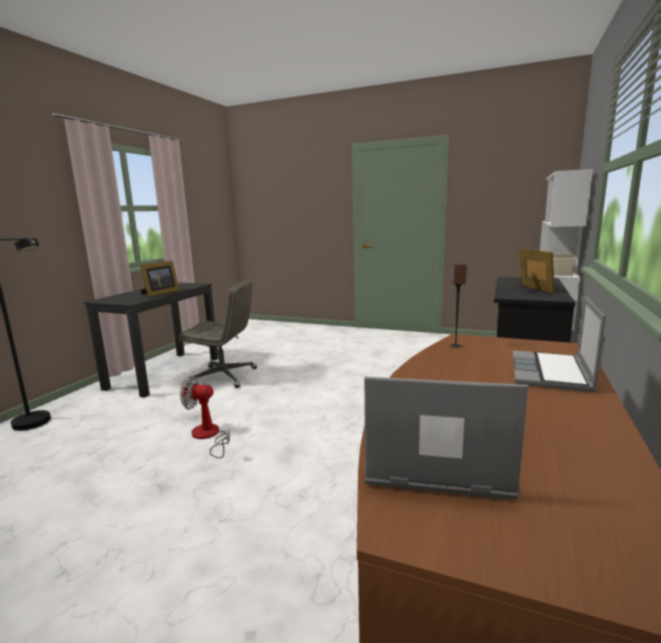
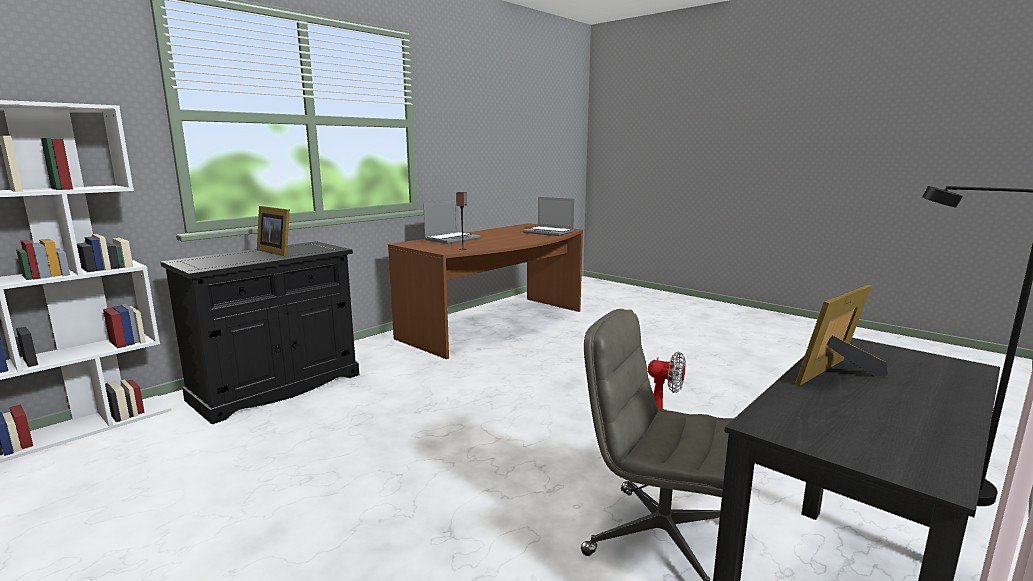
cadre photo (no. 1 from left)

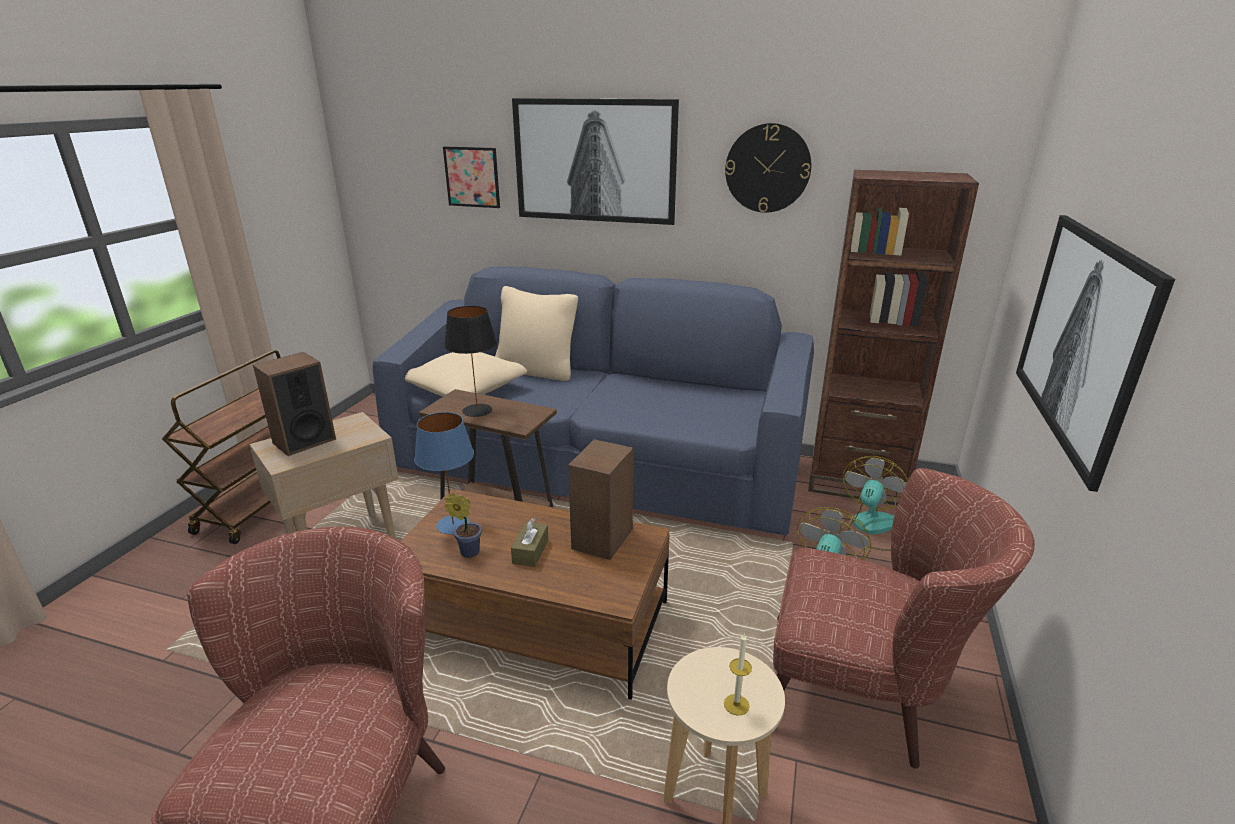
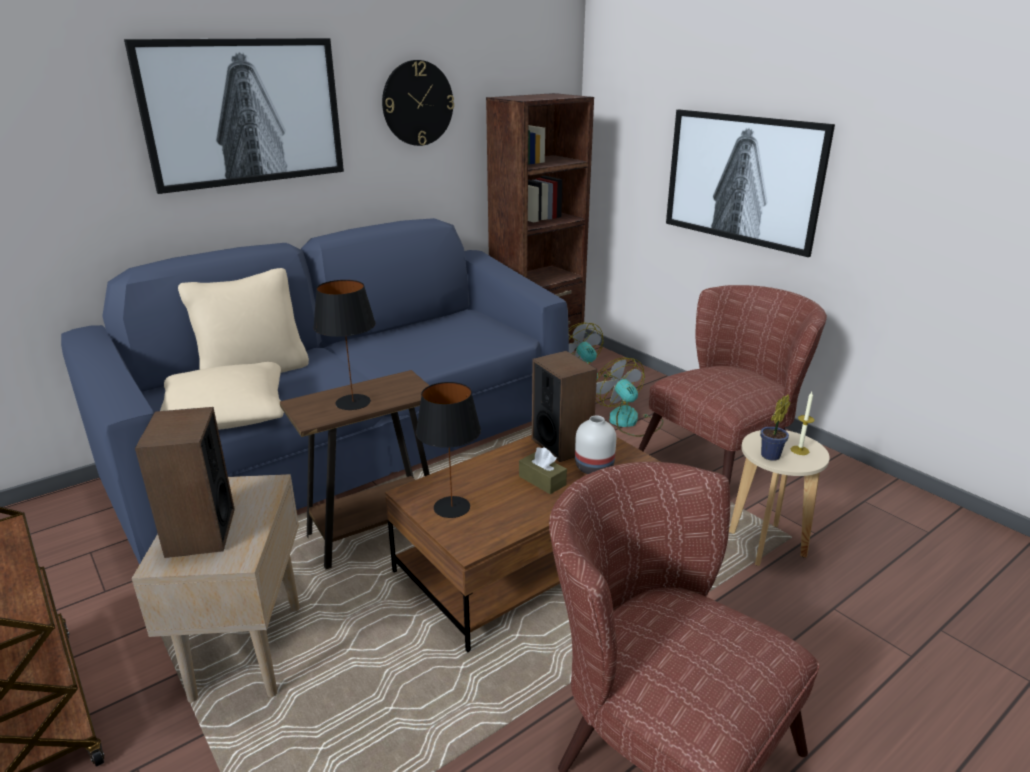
lampe de table [noir] (no. 2 from left); vase [blanc]; plante en pot; tableau (no. 1 from left in the first image)

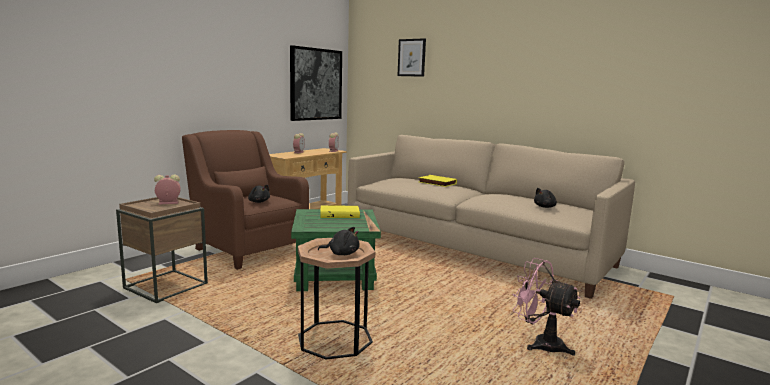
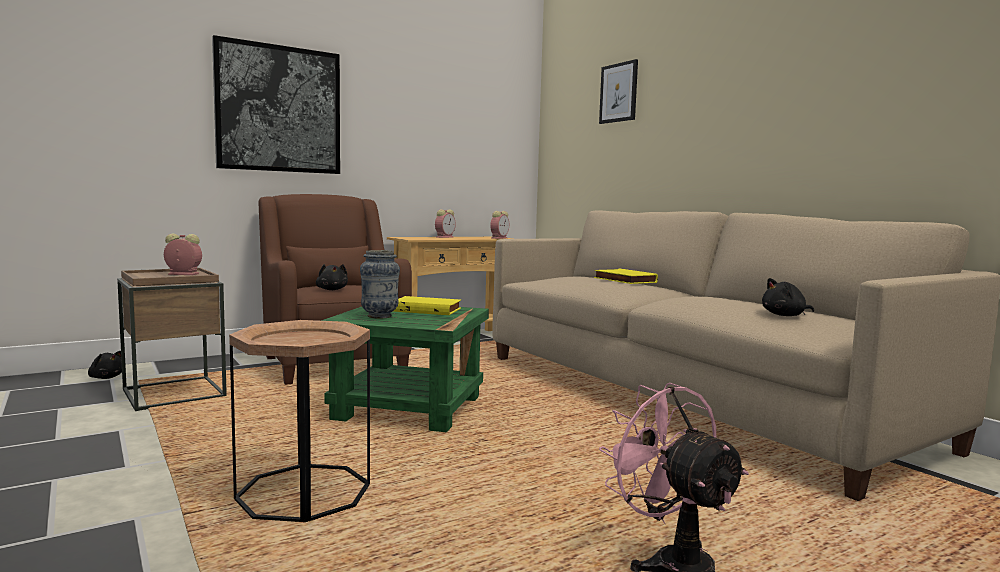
peluche [noir] (no. 1 from left); tableau (no. 1 from left); vase

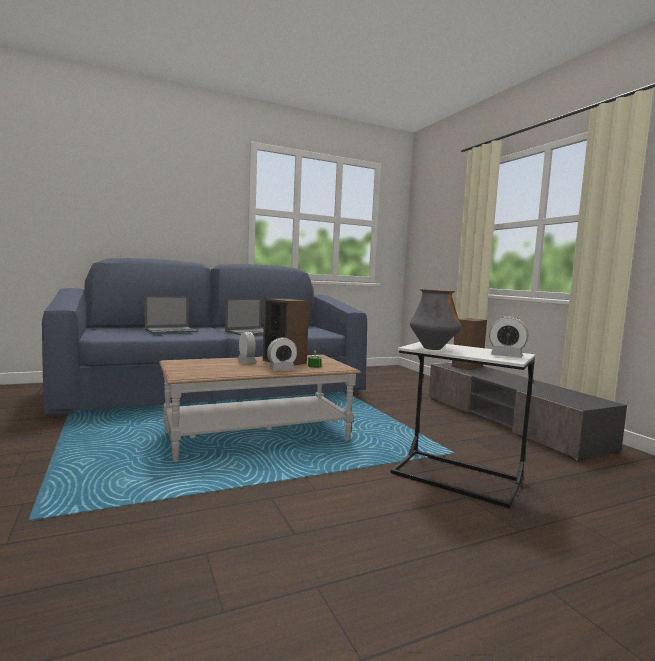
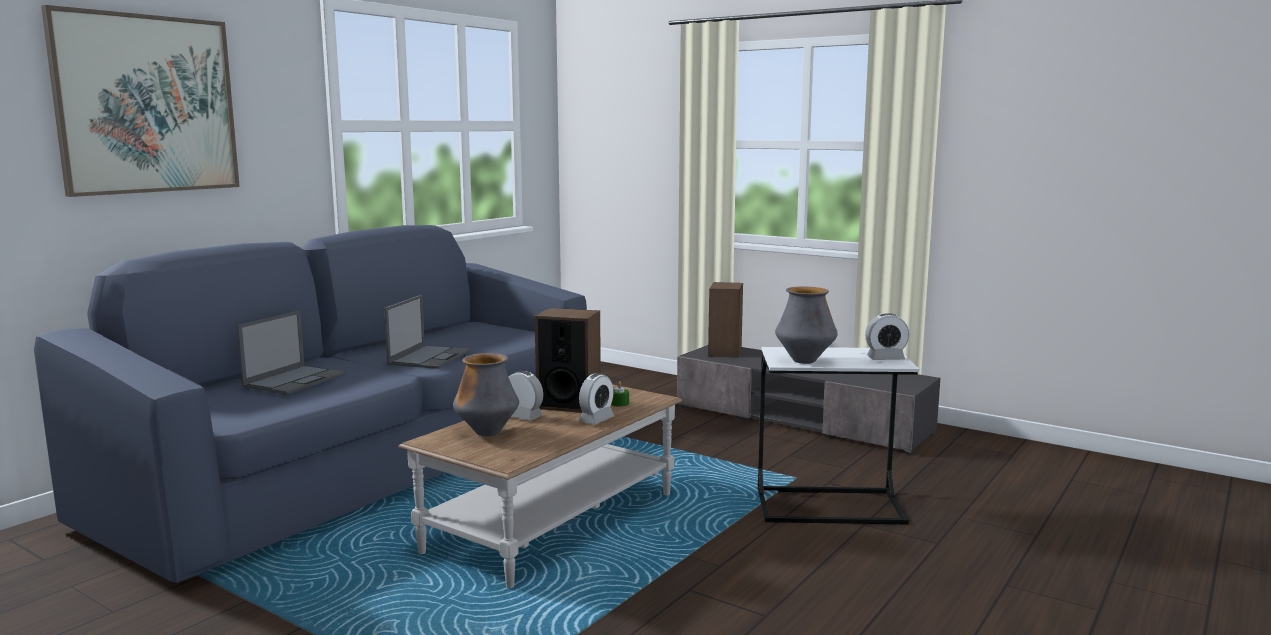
tableau; vase (no. 1 from left)

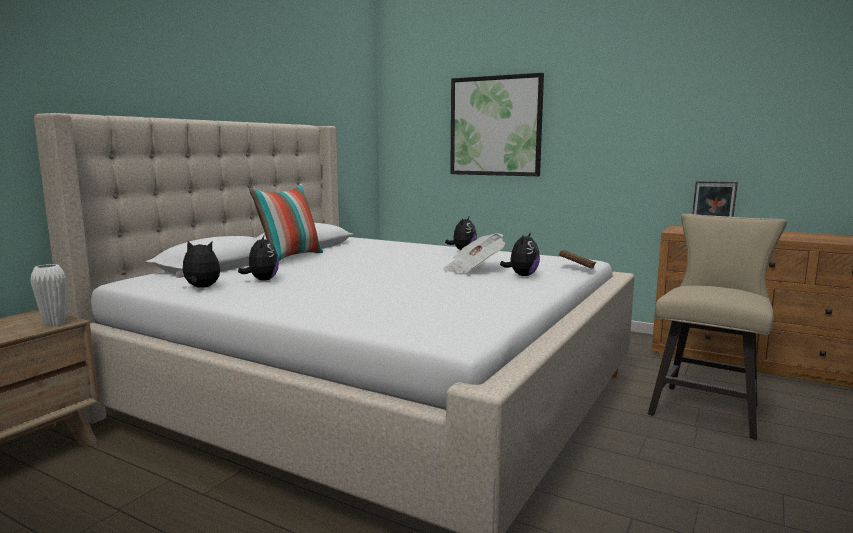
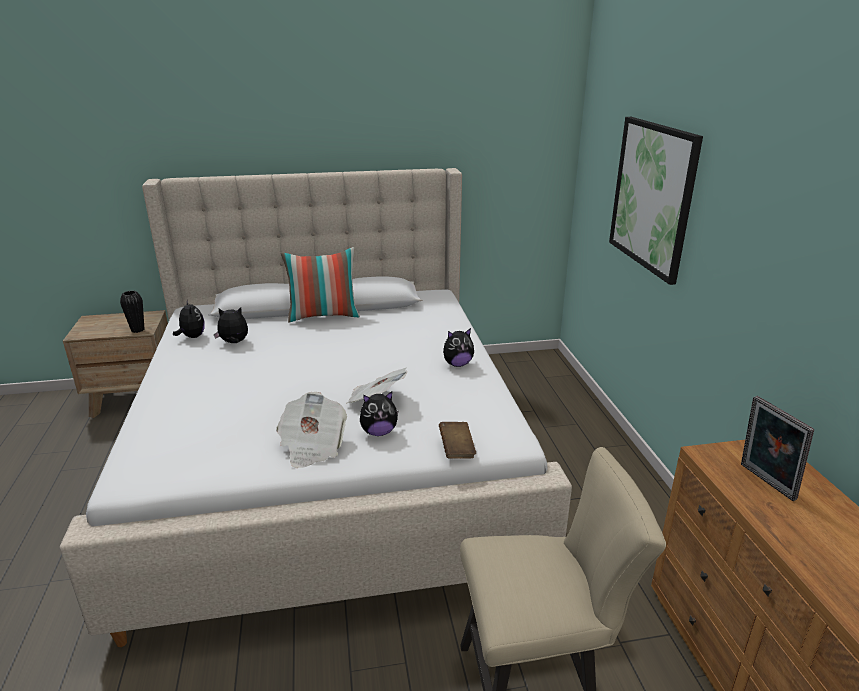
vase [noir]; peluche (no. 2 from left); journal (no. 1 from left)

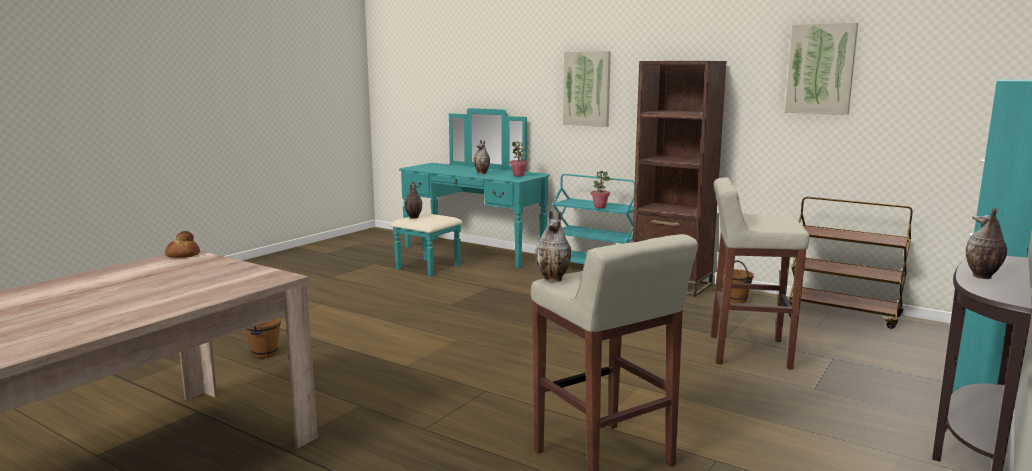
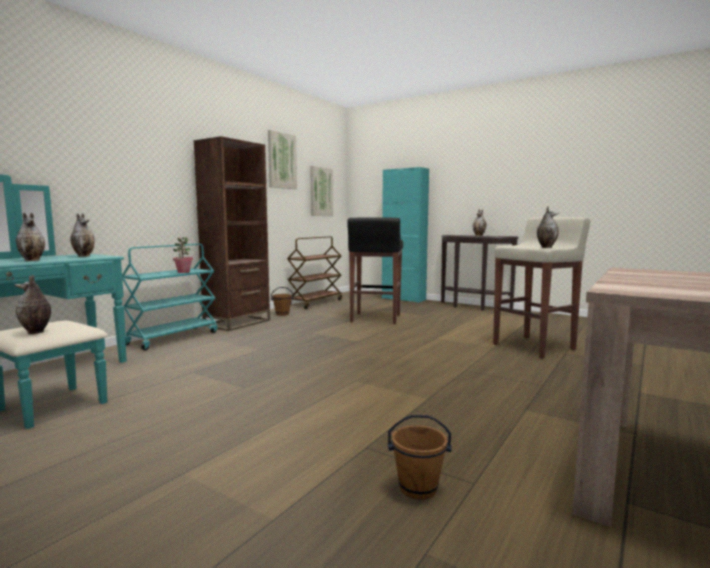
vase (no. 3 from left); tableau (no. 2 from left); tabouret [noir]; pain

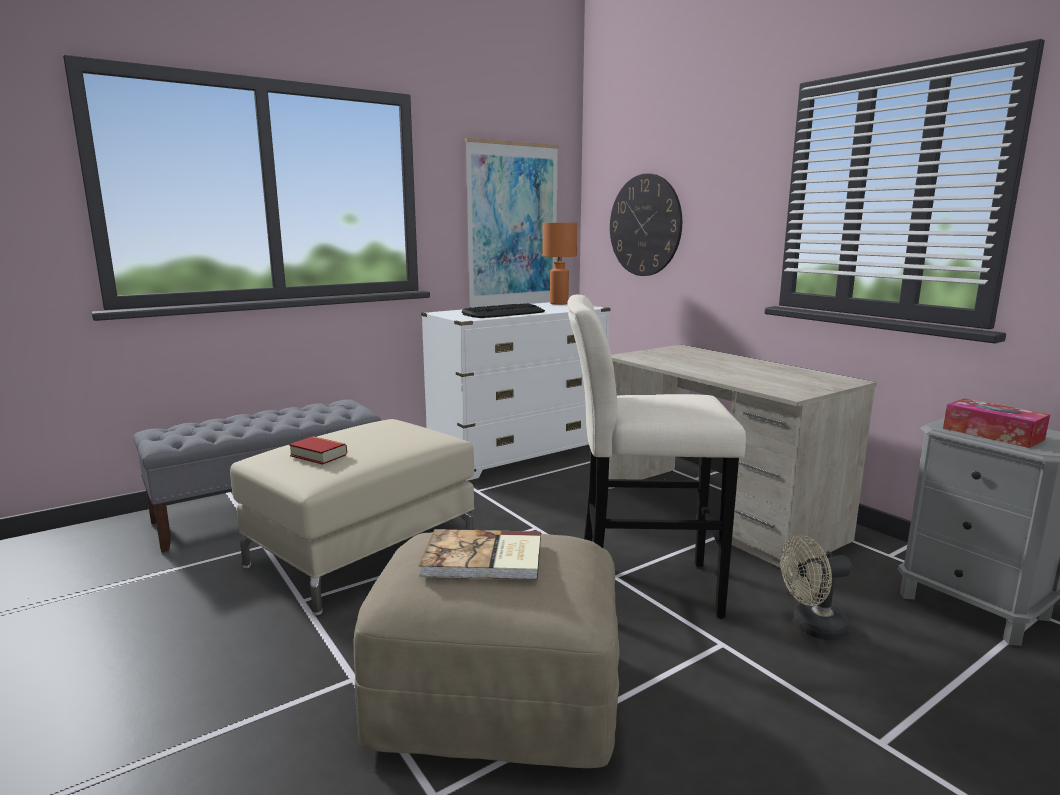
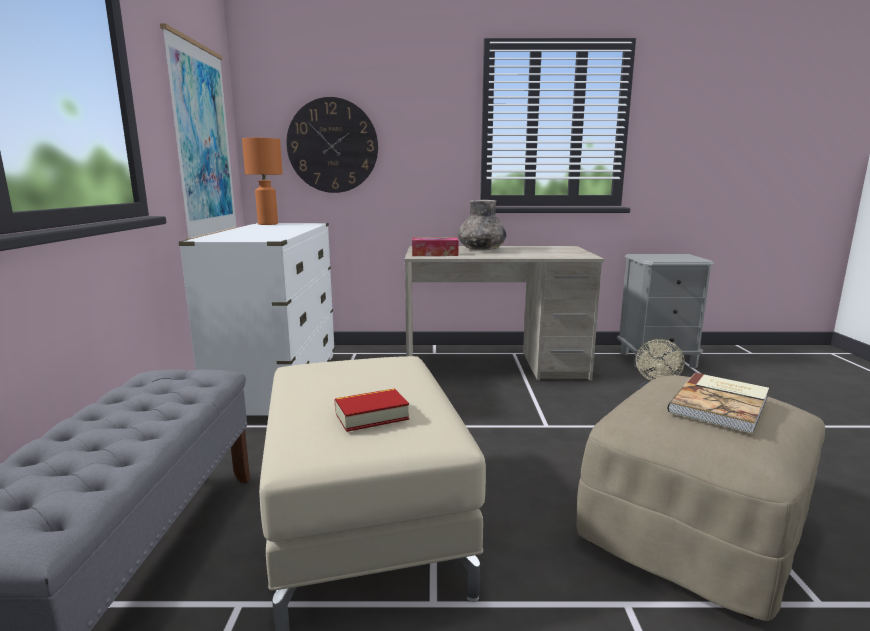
boîte à mouchoirs; vase [gris]; clavier; tabouret [beige]

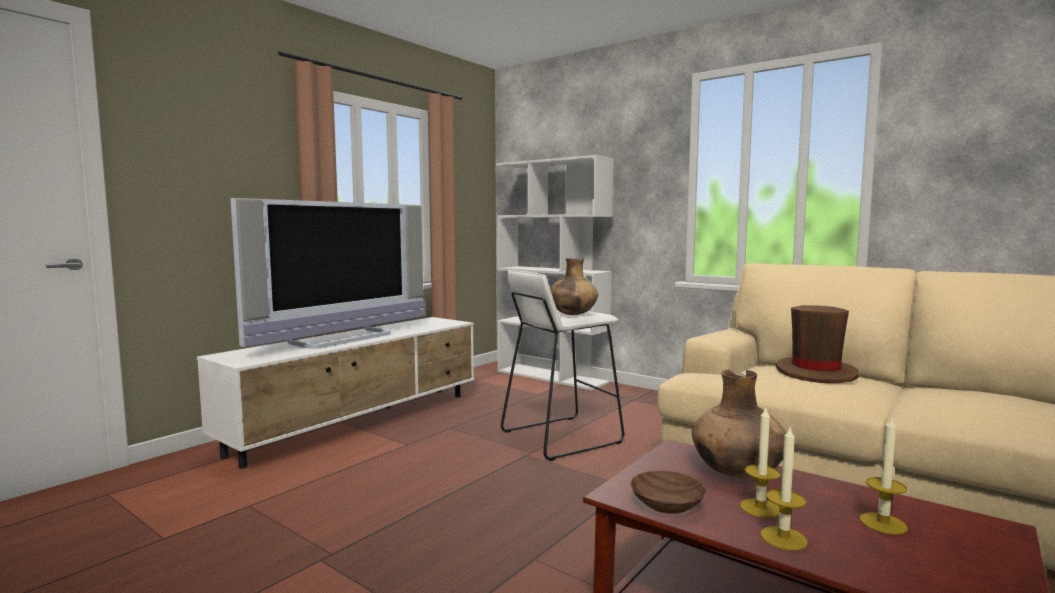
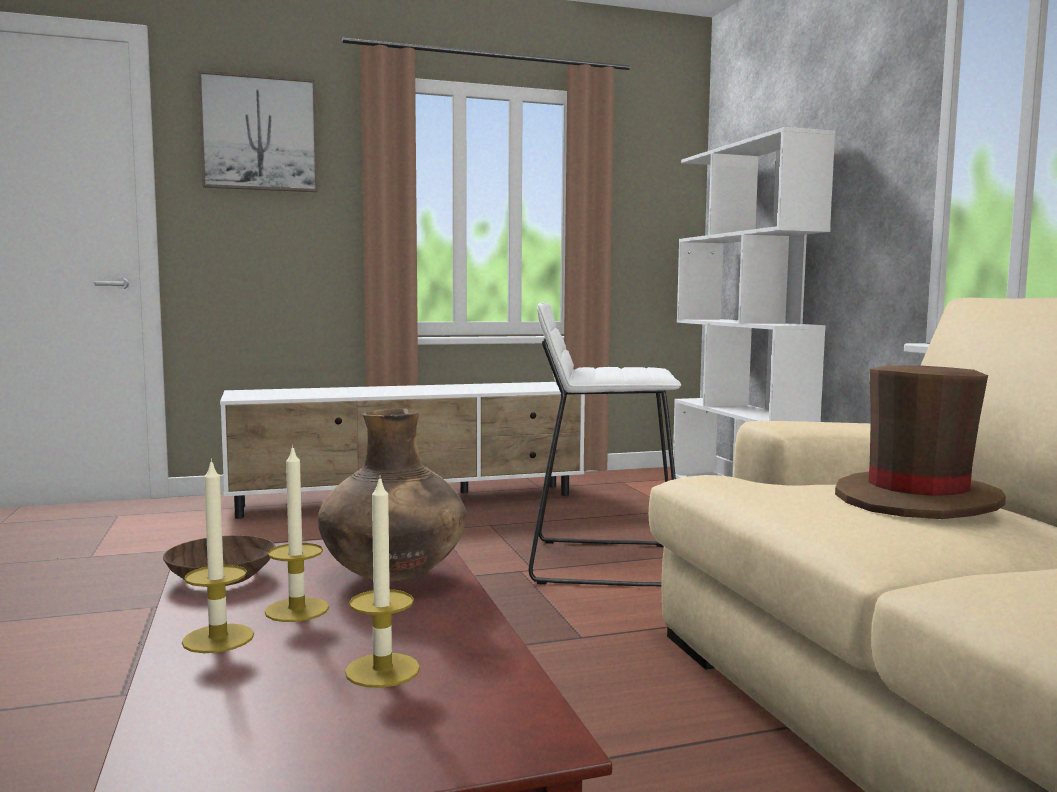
tableau; téléviseur; vase [marron] (no. 1 from left in the first image)

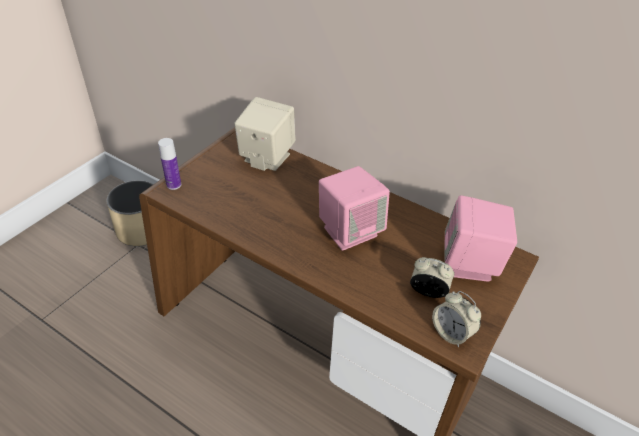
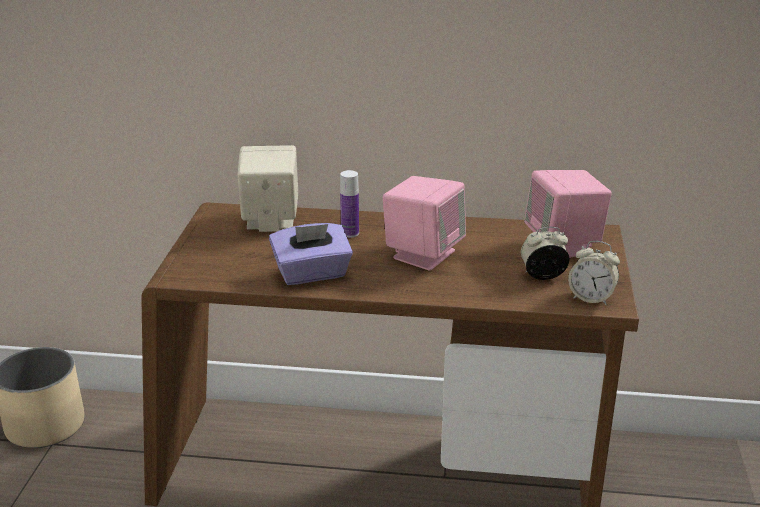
boîte à mouchoirs [violet]; bouteille

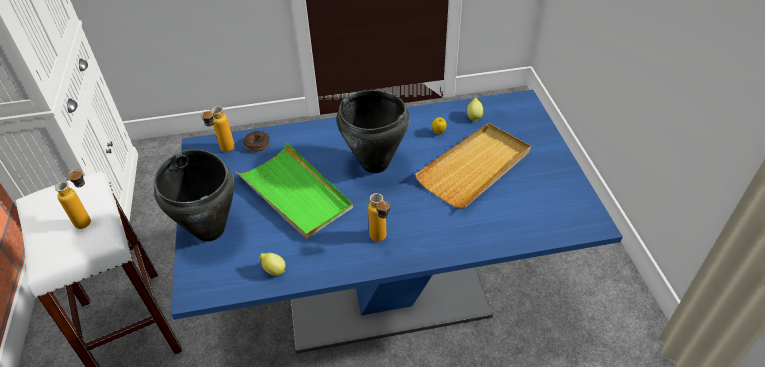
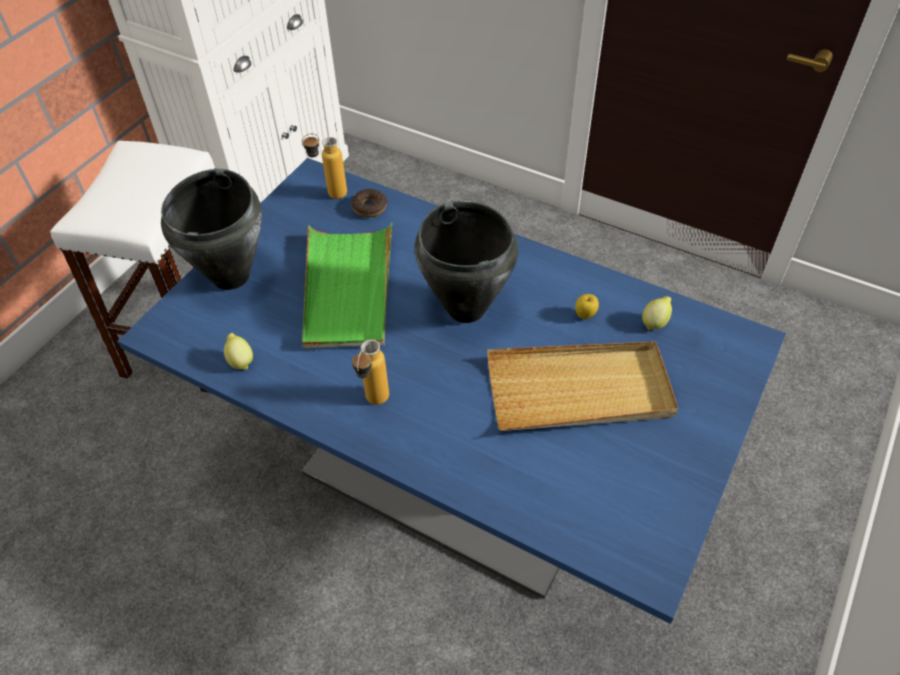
bouteille (no. 1 from left in the first image)

